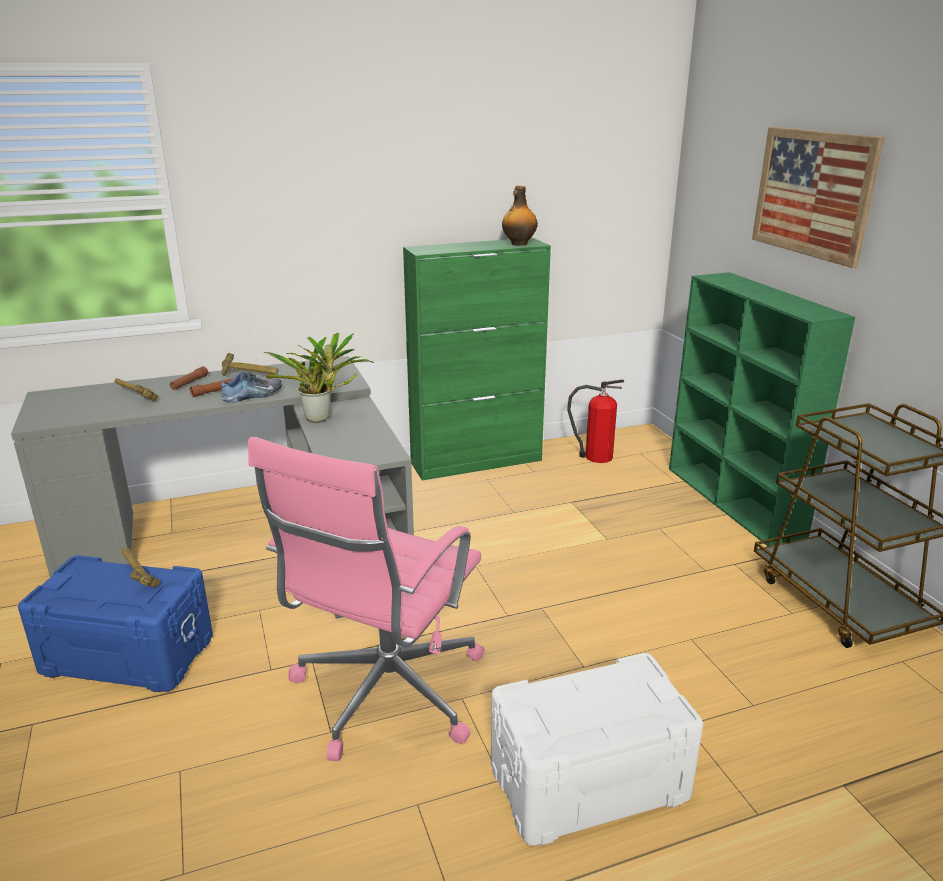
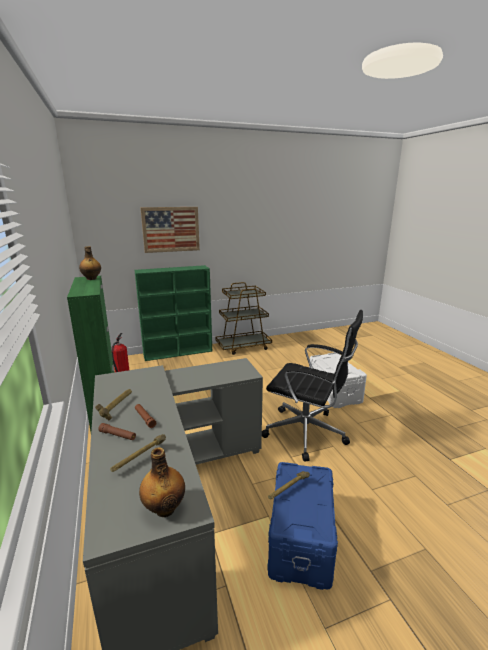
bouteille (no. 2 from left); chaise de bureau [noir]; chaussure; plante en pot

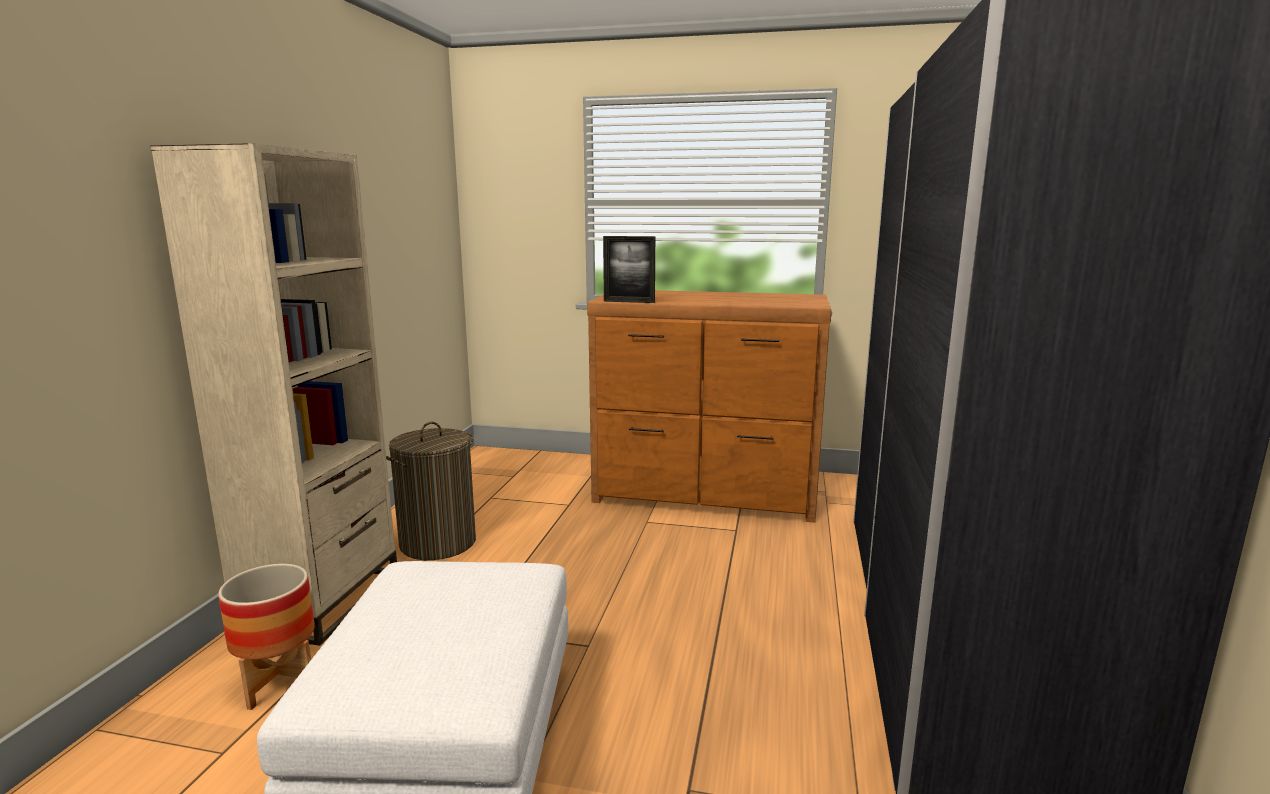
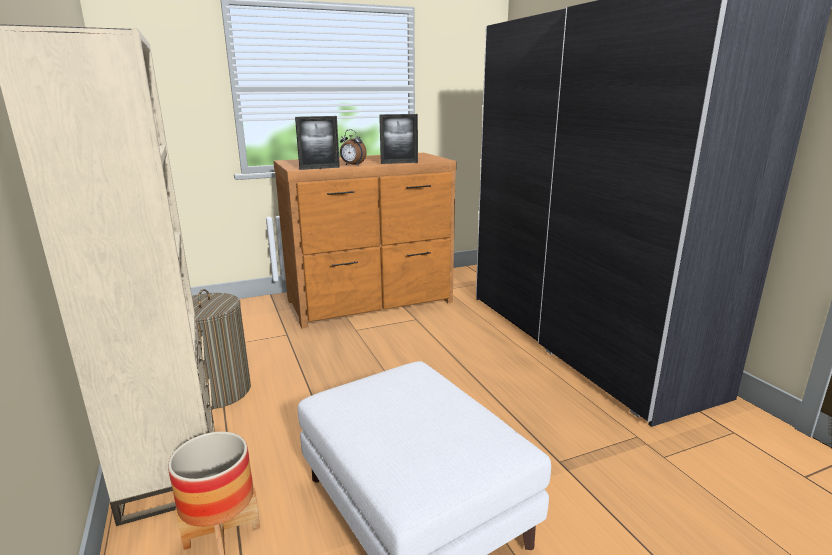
réveil; cadre photo (no. 2 from left)

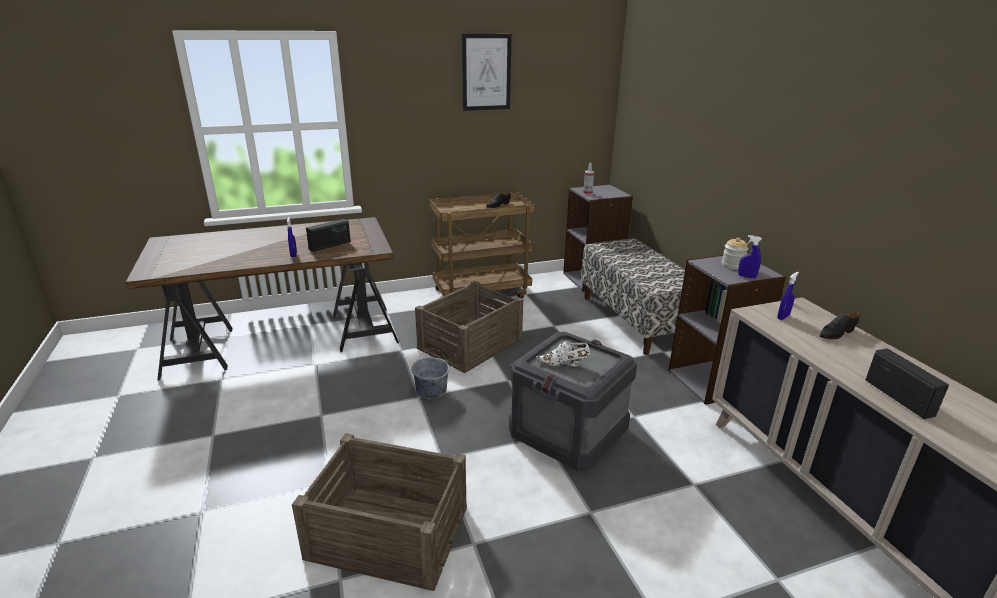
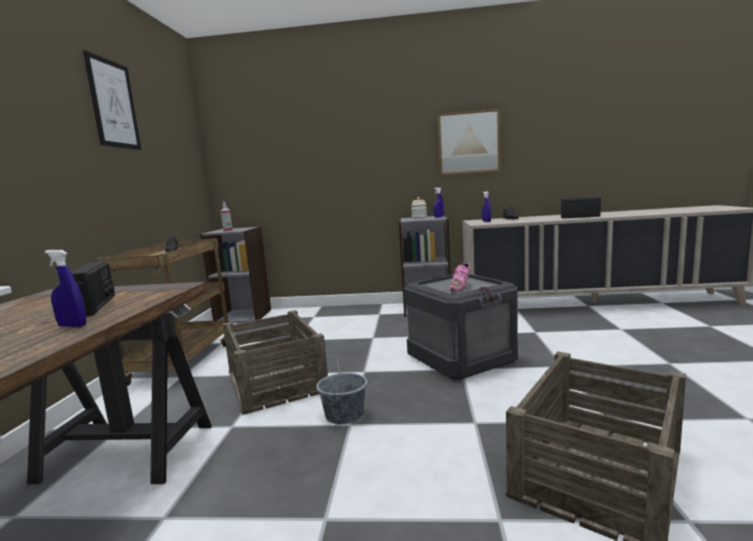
tableau (no. 2 from left); chaussure [rose]; banc

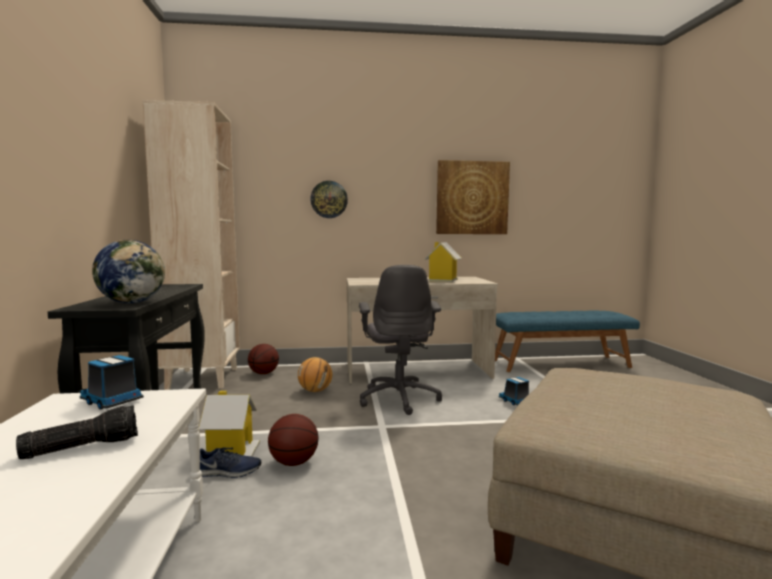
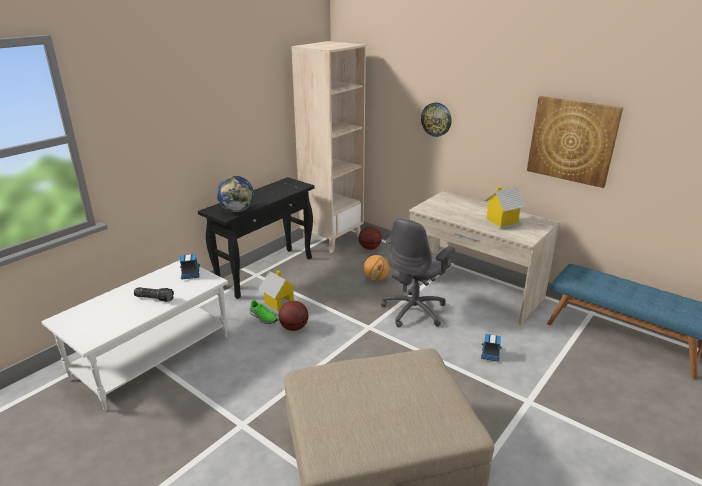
chaussure [vert]

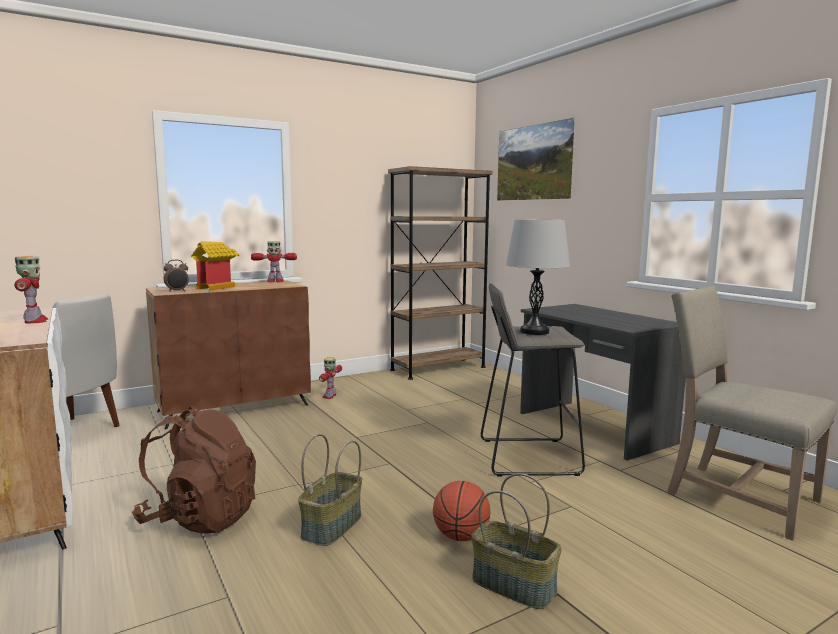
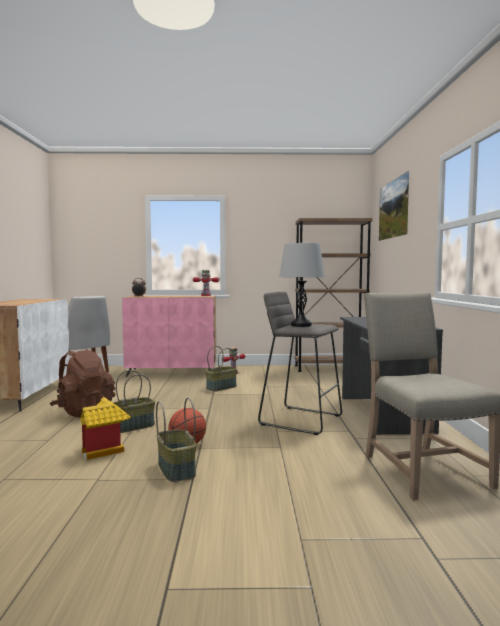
maison miniature; meuble de rangement [rose]; panier (no. 3 from left); robot jouet (no. 1 from left in the first image)

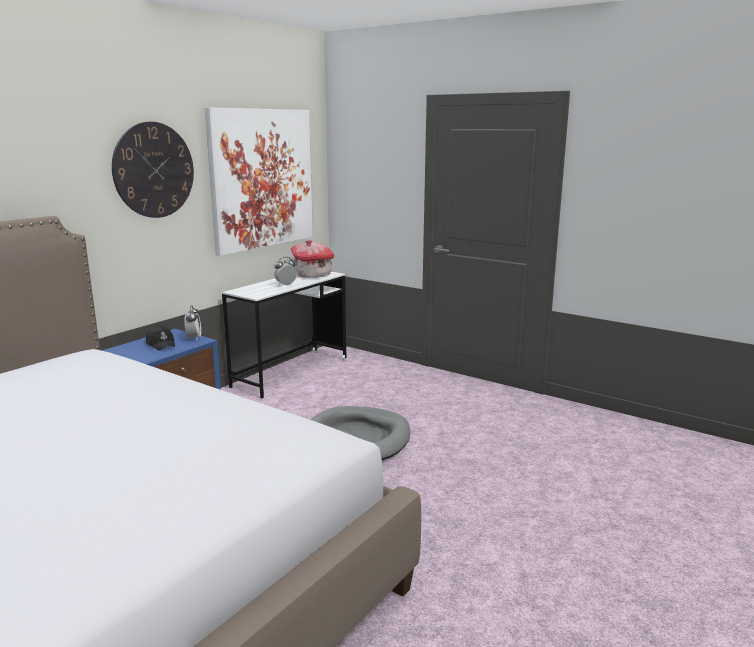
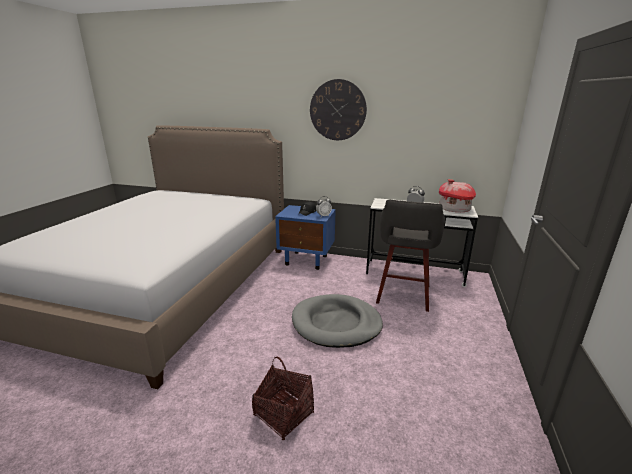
panier; tabouret [gris]; tableau

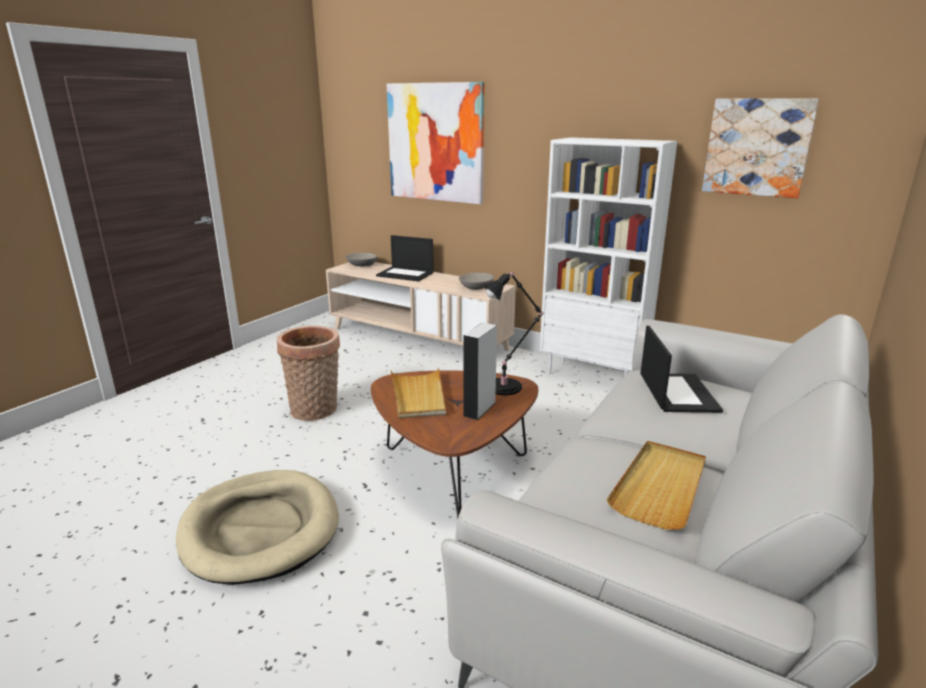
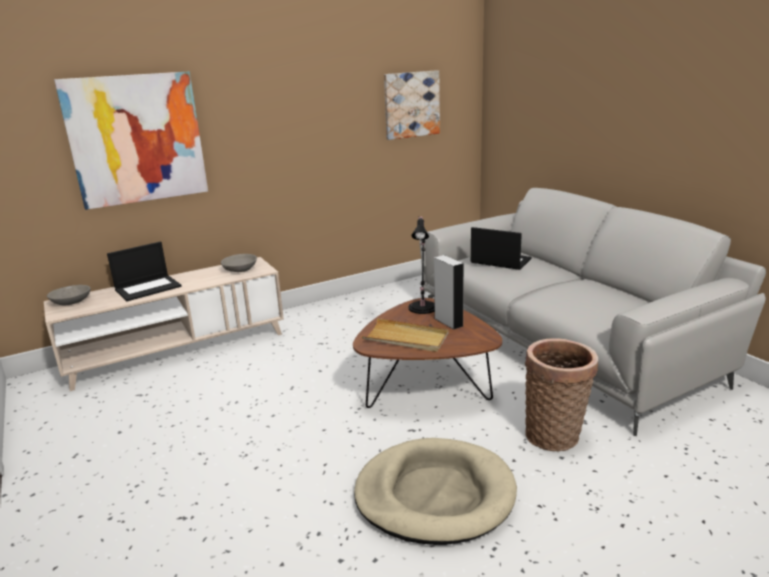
panier; bibliothèque [blanc]; plateau [beige] (no. 2 from left in the first image)

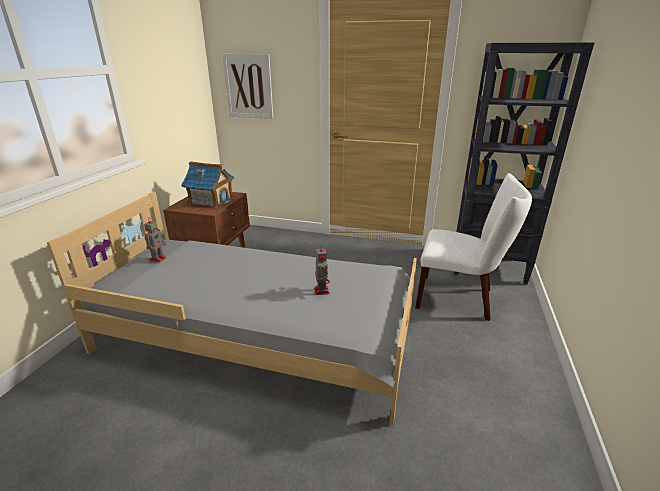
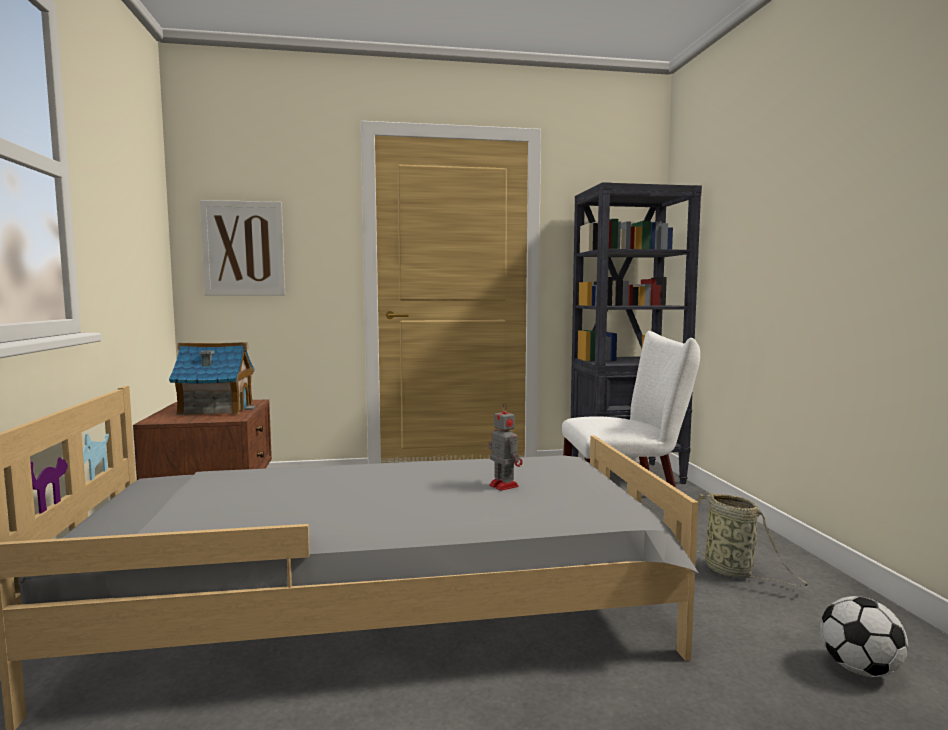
panier; ballon de foot; robot jouet (no. 1 from left in the first image)

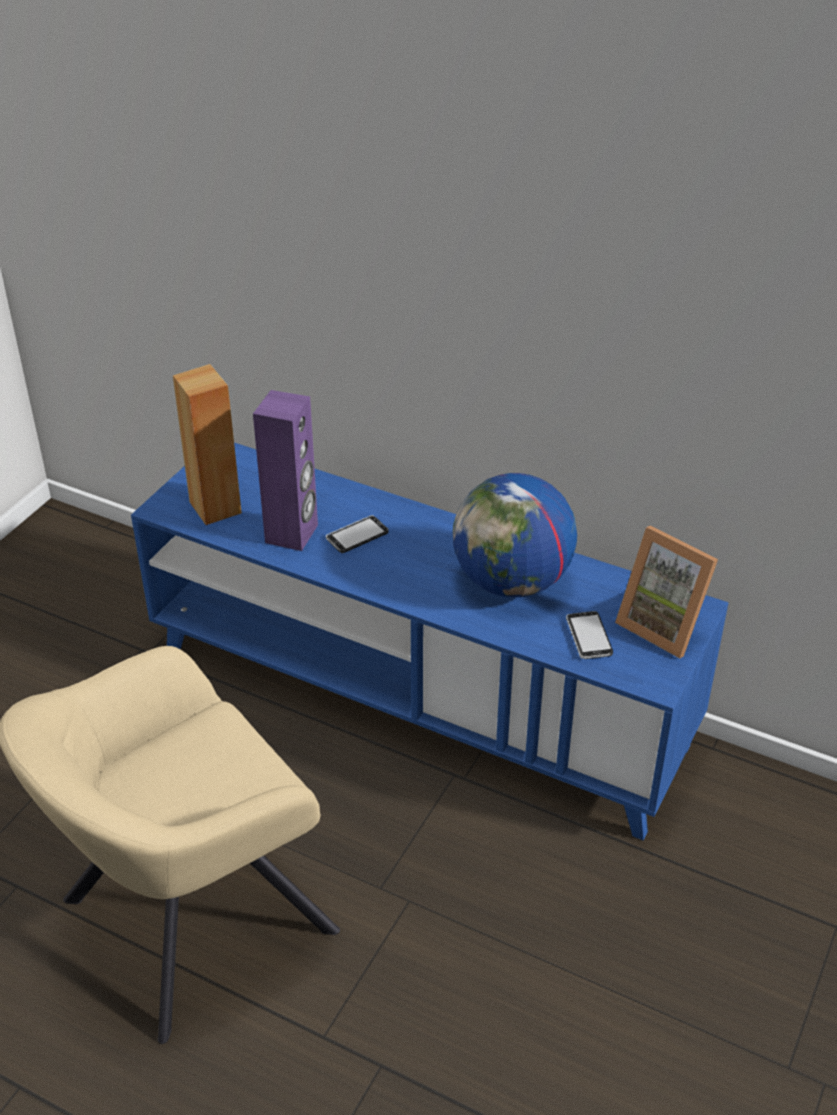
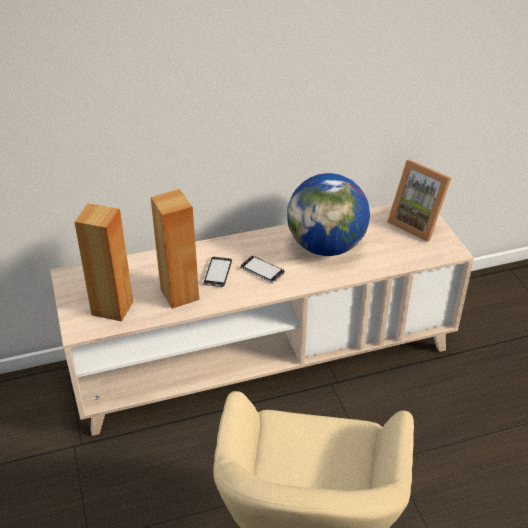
meuble télé [beige]; enceinte [marron] (no. 2 from left); téléphone (no. 2 from left); cadre photo

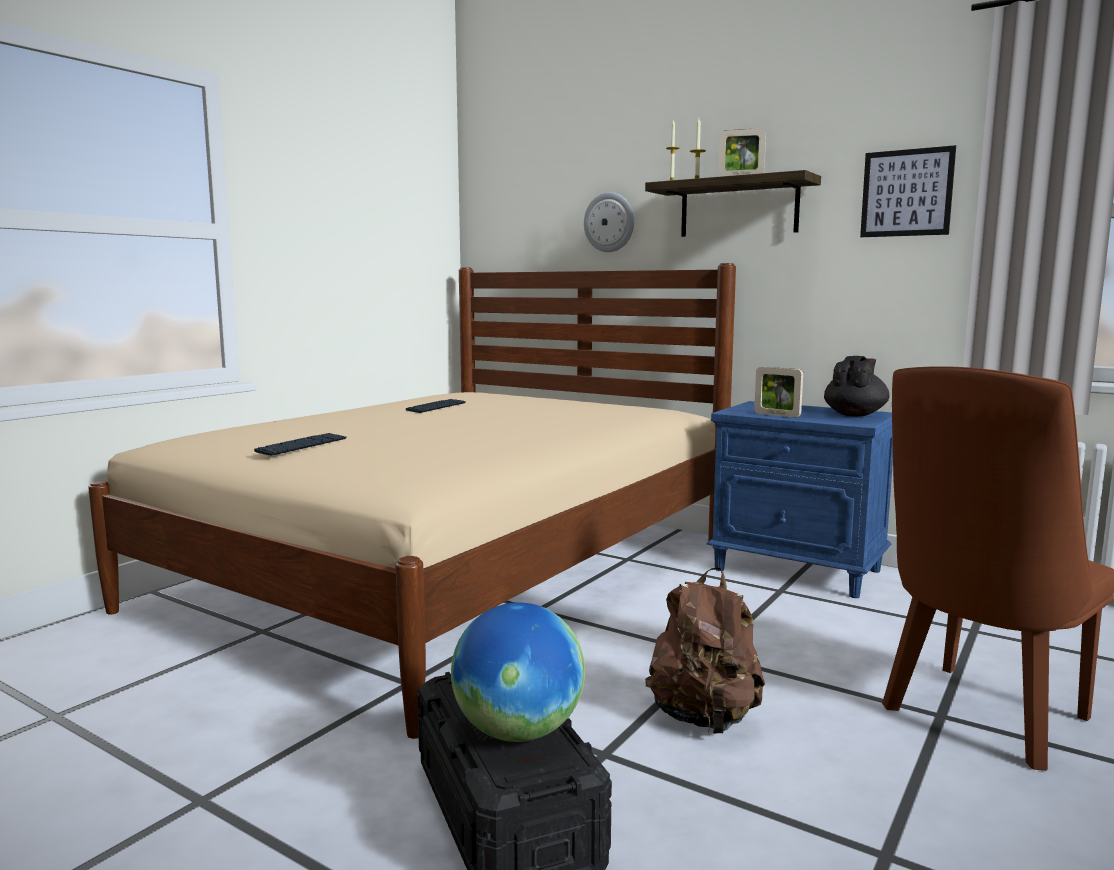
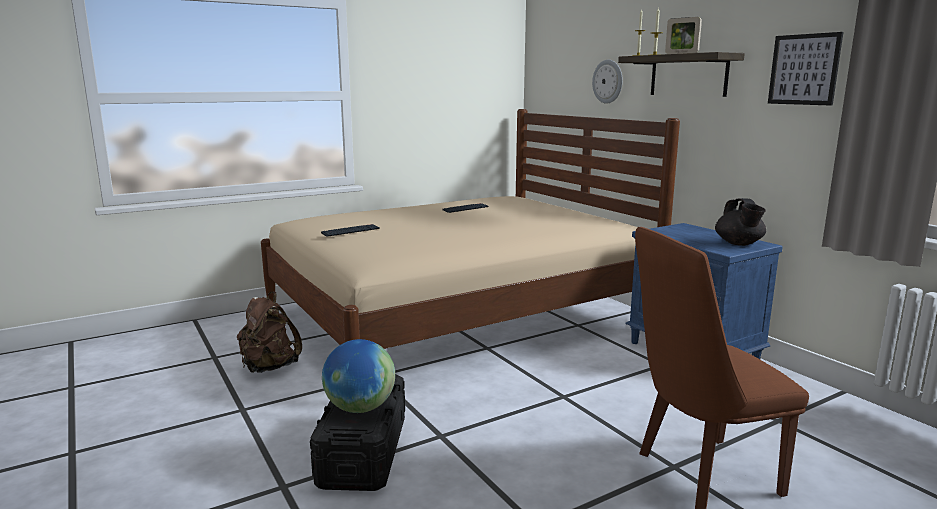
sac à dos [marron]; théière [noir]; cadre photo (no. 2 from left in the first image)

